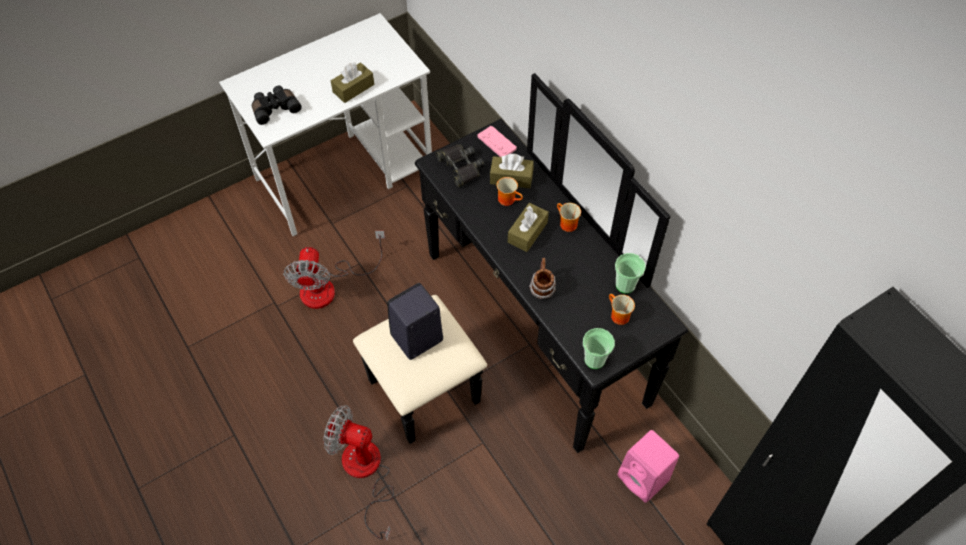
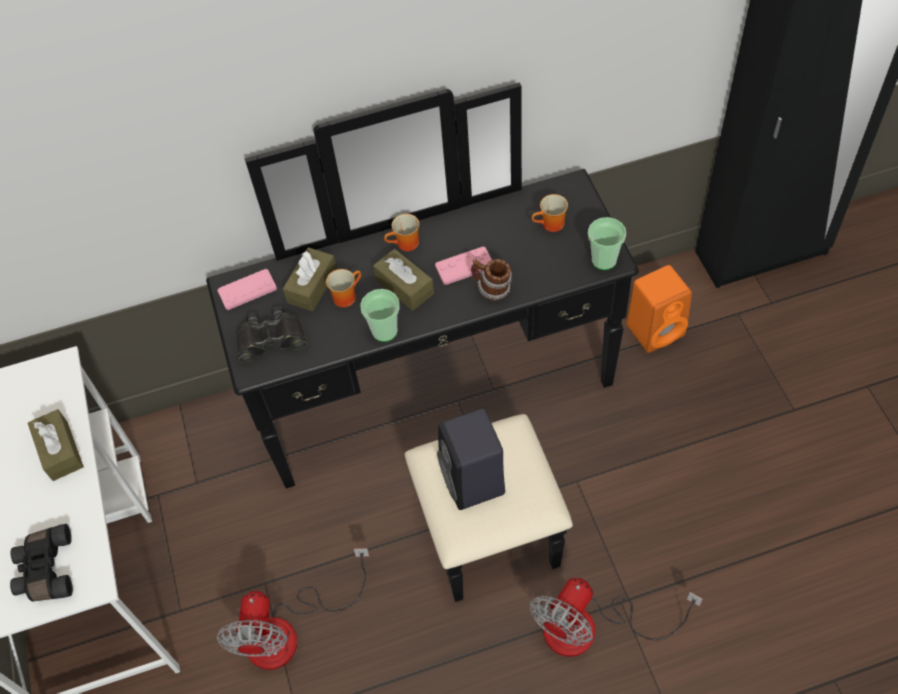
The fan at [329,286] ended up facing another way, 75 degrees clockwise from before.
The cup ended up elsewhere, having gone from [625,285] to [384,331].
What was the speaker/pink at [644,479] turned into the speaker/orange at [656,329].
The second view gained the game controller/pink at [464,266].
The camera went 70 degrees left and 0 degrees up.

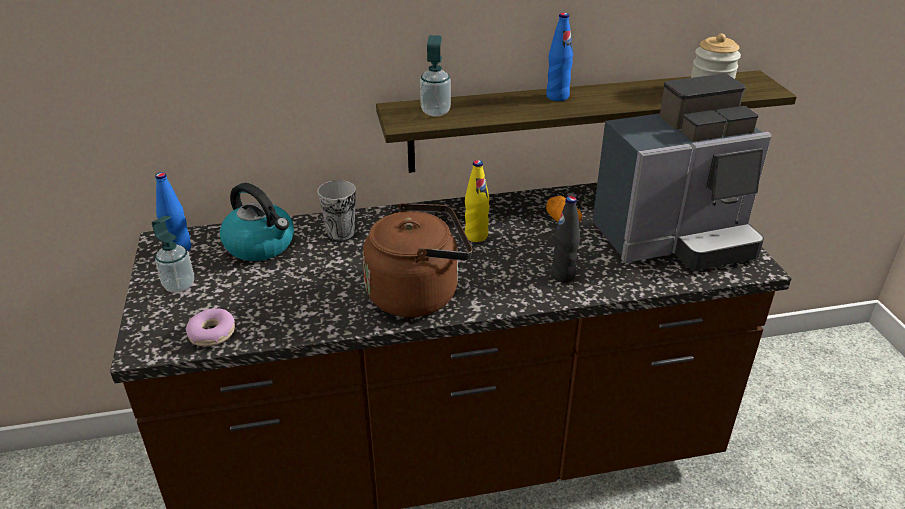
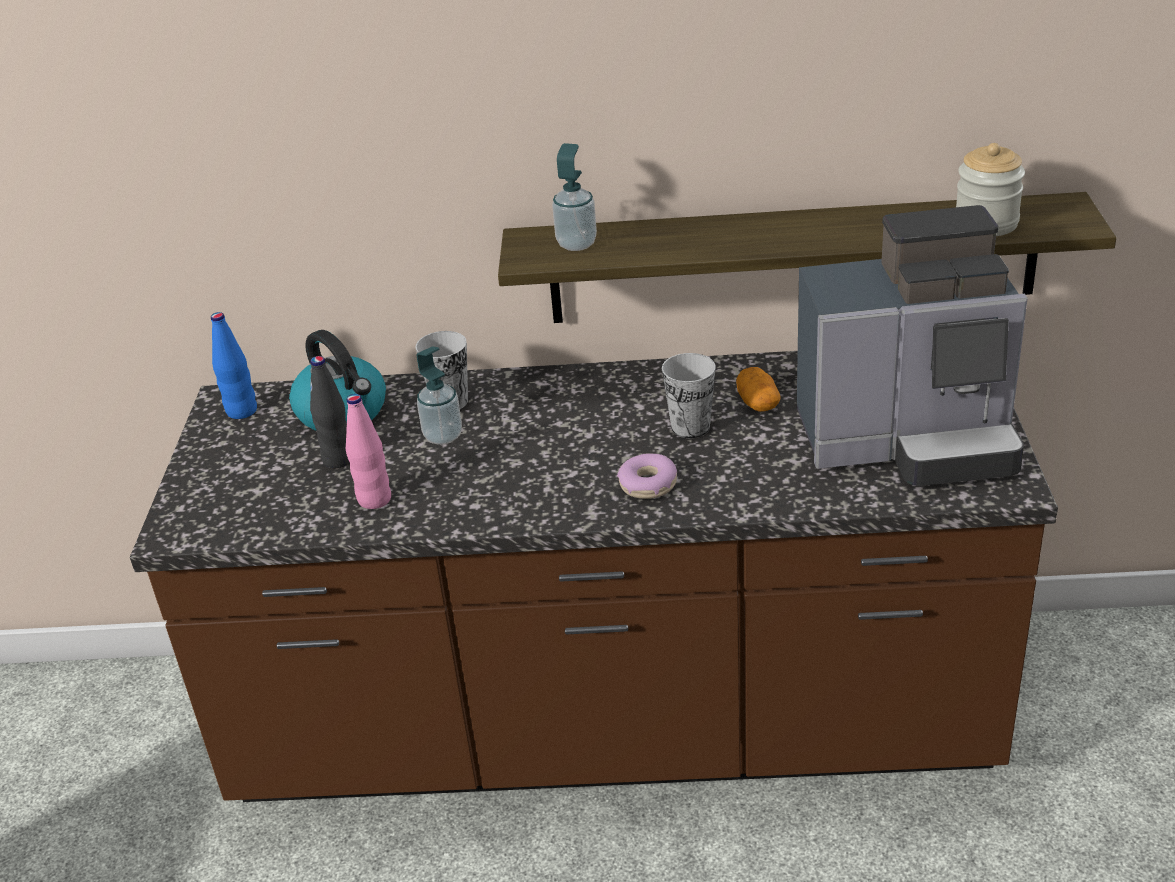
The second view lost the bottle/blue at [557,97].
The second view lost the bottle/yellow at [476,236].
The bottle/black ended up elsewhere, having gone from [563,275] to [338,459].
The second view lost the kettle/brown at [418,293].
The soap dispenser ended up elsewhere, having gone from [179,285] to [443,436].
The donut ended up elsewhere, having gone from [212,334] to [648,485].
The second view gained the cup at [690,427].
The second view gained the bottle/pink at [374,499].
The camera went 15 degrees right and 0 degrees up.

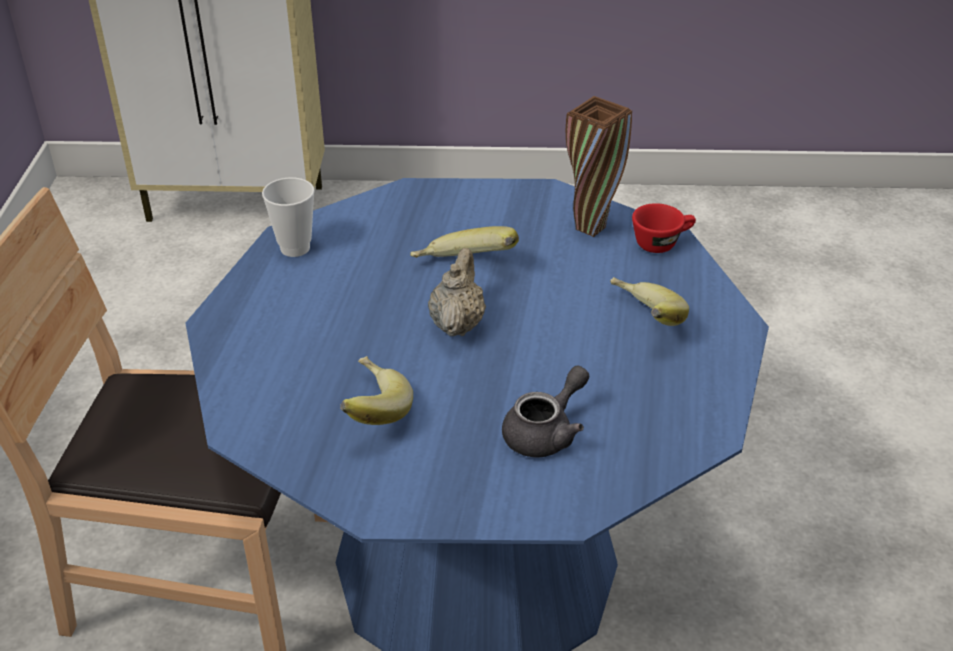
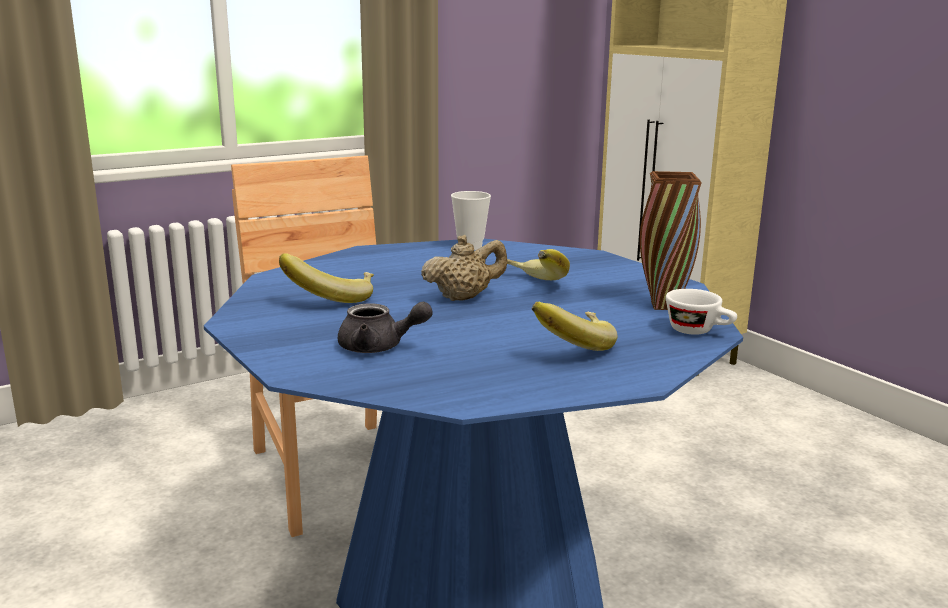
What was the cup/red at [662,243] turned into the cup/white at [699,331].
The camera went 55 degrees right and 20 degrees down.

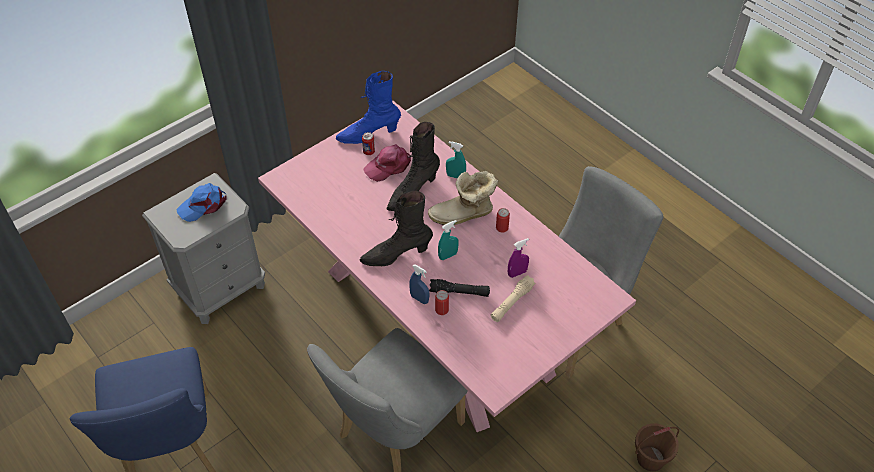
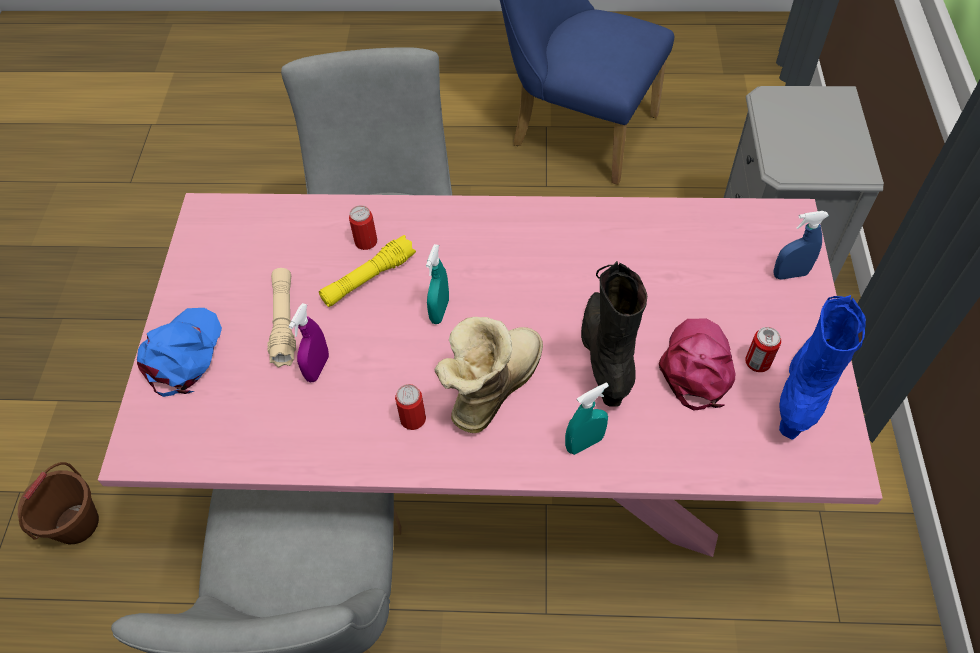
The cap/blue ended up elsewhere, having gone from [203,205] to [183,354].
The second view lost the boot/black at [396,255].
The spray bottle/blue ended up elsewhere, having gone from [419,299] to [790,274].
What was the flashlight/black at [459,292] turned into the flashlight/yellow at [368,279].
The camera went 135 degrees right and 5 degrees up.

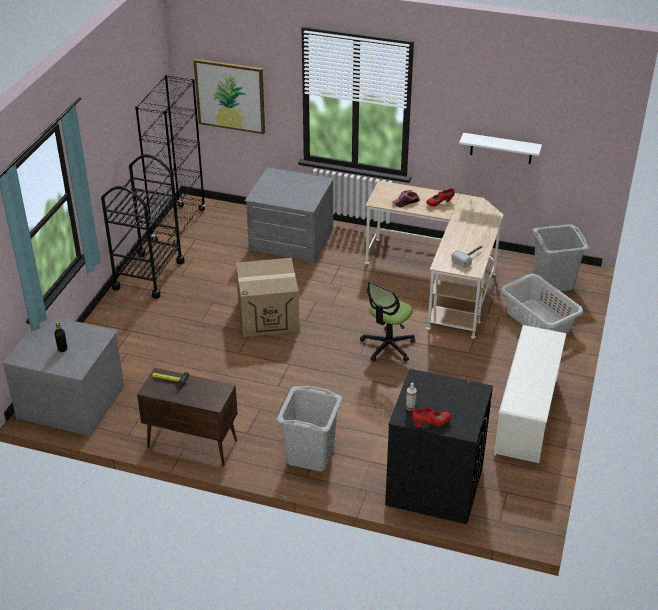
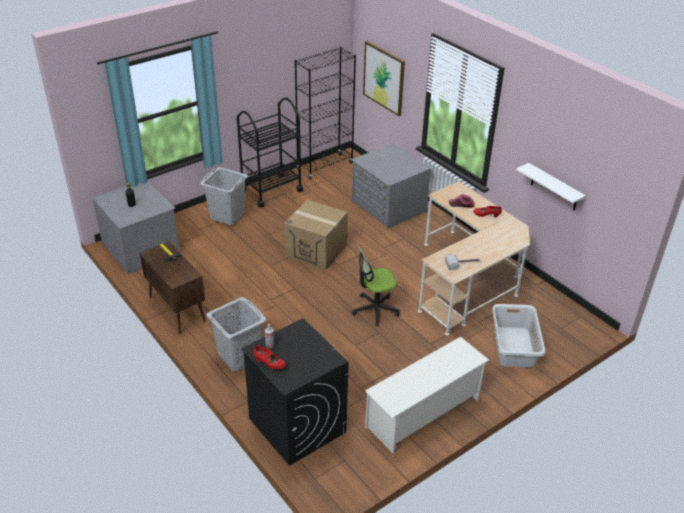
The laundry basket/grey ended up elsewhere, having gone from [552,282] to [227,215].
The camera went 35 degrees right and 0 degrees up.

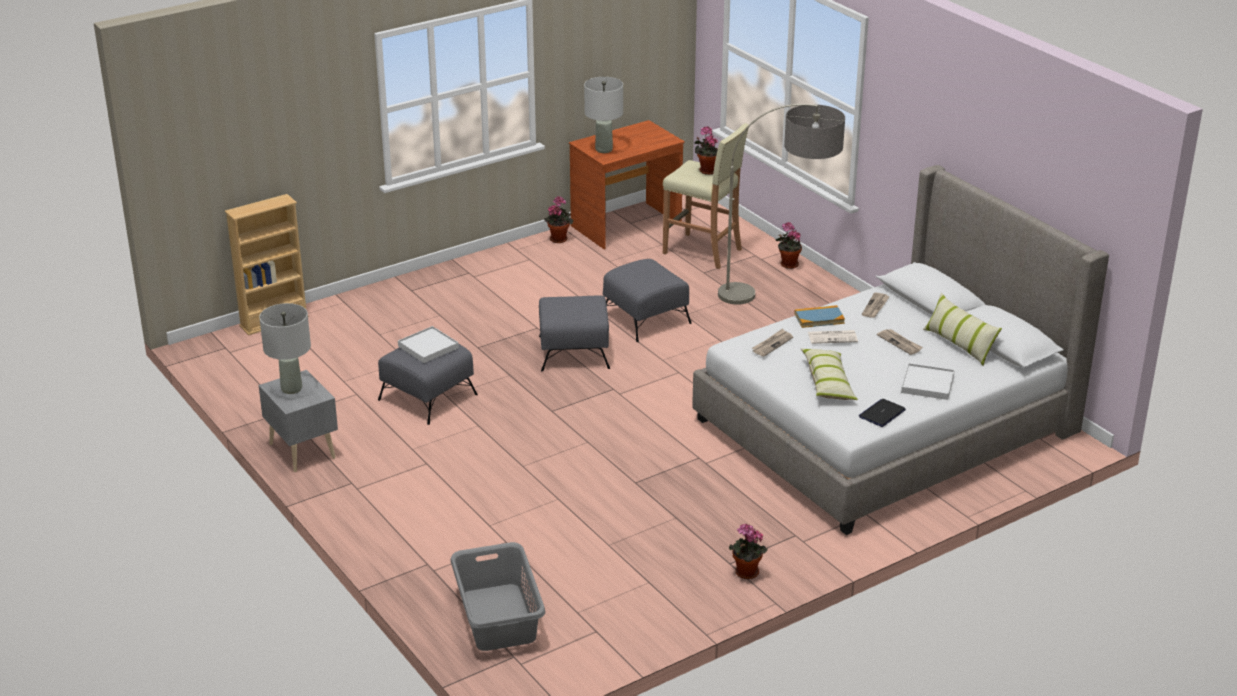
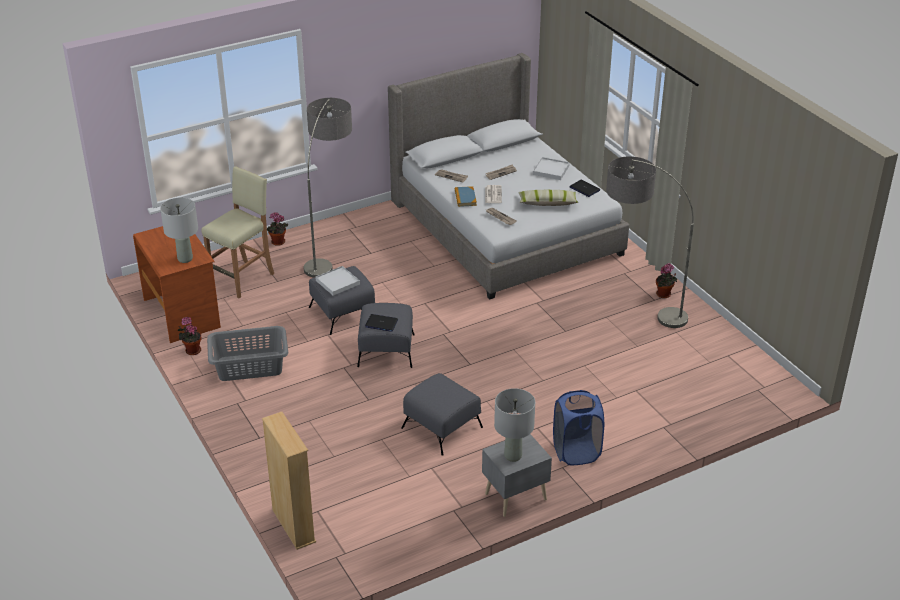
The second view lost the potted plant at [706,170].
The second view lost the pillow at [959,344].
The tray/white ended up elsewhere, having gone from [428,347] to [337,282].
The laundry basket/grey ended up elsewhere, having gone from [499,617] to [249,366].
The second view gained the floor lamp at [636,311].
The second view gained the laptop at [381,323].
The second view gained the laundry basket/blue at [576,452].
The camera went 85 degrees left and 5 degrees up.

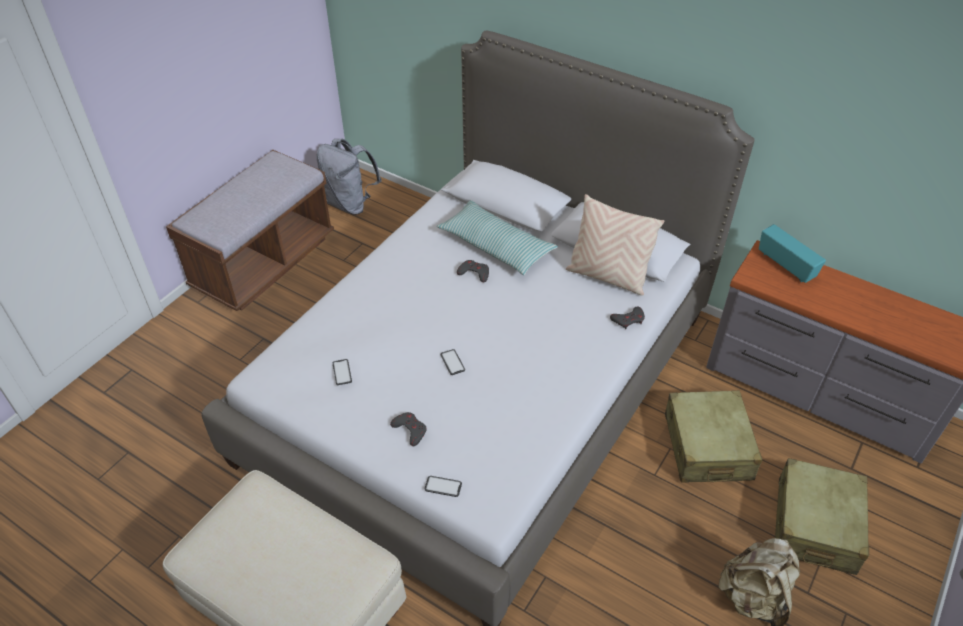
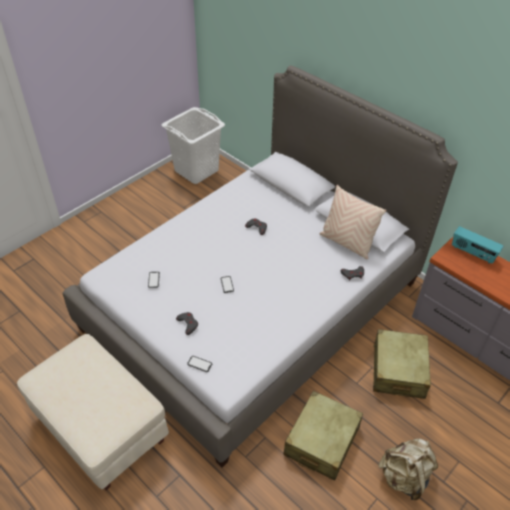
Where the backpack/grey stood at [350,204], the laundry basket/white came to stand at [197,170].
The second view lost the bench/brown at [264,262].
The second view lost the pillow at [496,246].
The radio at [786,265] ended up facing another way, 150 degrees clockwise from before.
The suitcase/beige ended up elsewhere, having gone from [815,525] to [321,441].
The camera went 10 degrees right and 0 degrees up.

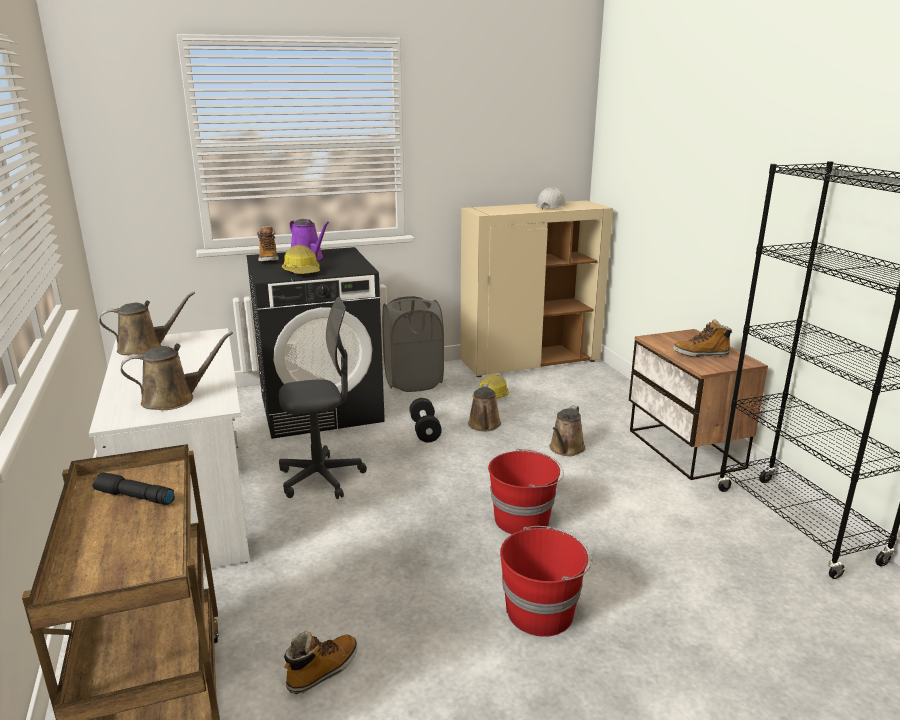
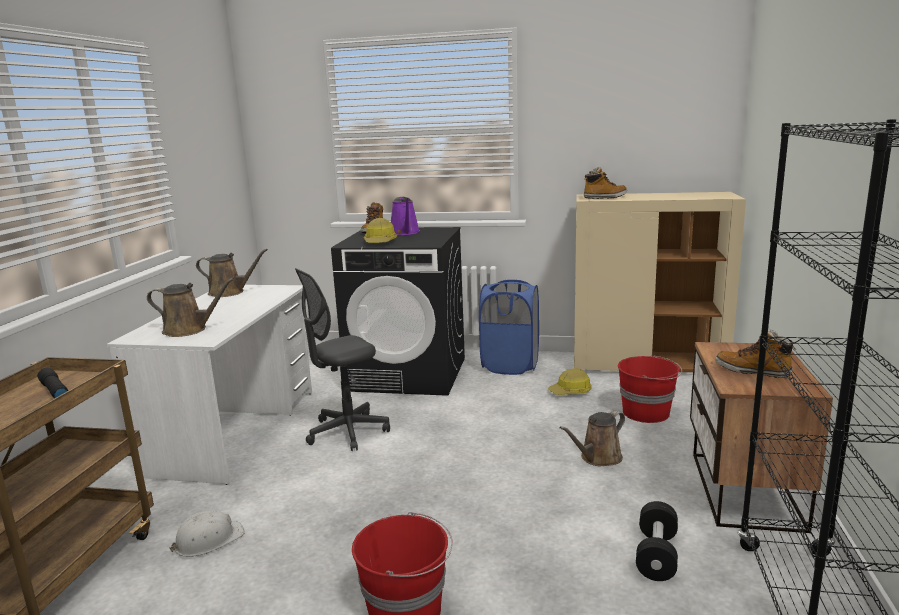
The hard hat/white ended up elsewhere, having gone from [551,206] to [208,540].
What was the laundry basket/grey at [413,382] turned into the laundry basket/blue at [510,365].
The office chair/grey at [321,478] ended up facing another way, 135 degrees clockwise from before.
The second view lost the watering can/brown at [484,425].
The dumbbell/black ended up elsewhere, having gone from [425,430] to [656,555].
The bucket/red ended up elsewhere, having gone from [523,519] to [647,412].
The boot ended up elsewhere, having gone from [322,670] to [605,197].
The camera went 30 degrees right and 5 degrees down.

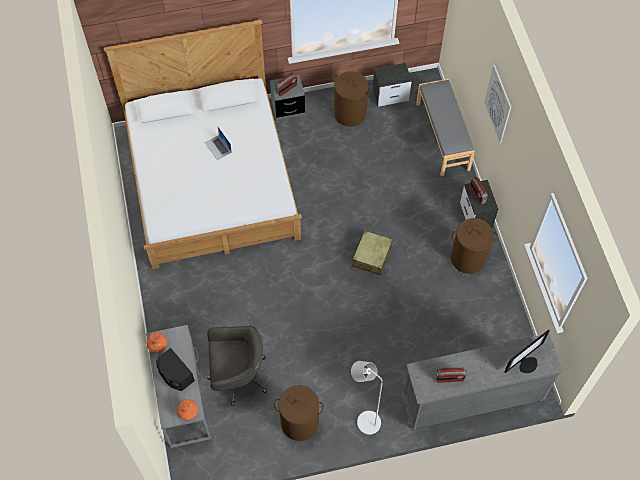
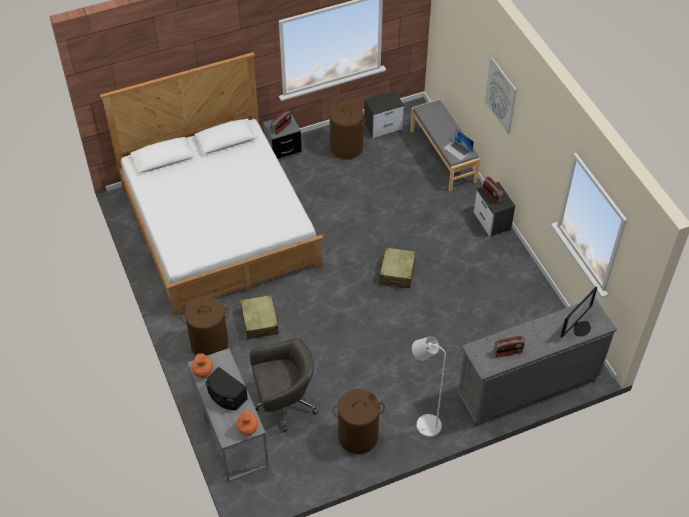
The laptop ended up elsewhere, having gone from [218,147] to [458,150].
The laundry basket/brown ended up elsewhere, having gone from [468,258] to [209,344].
The second view gained the suitcase/beige at [259,321].
The camera went 10 degrees left and 10 degrees down.

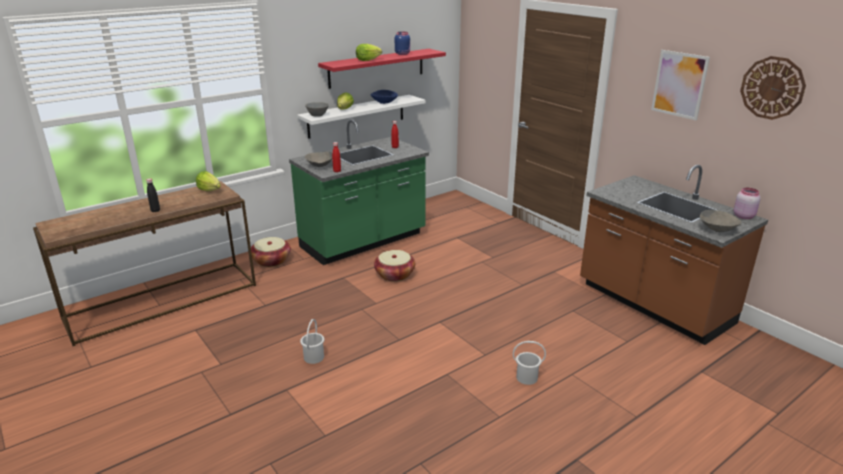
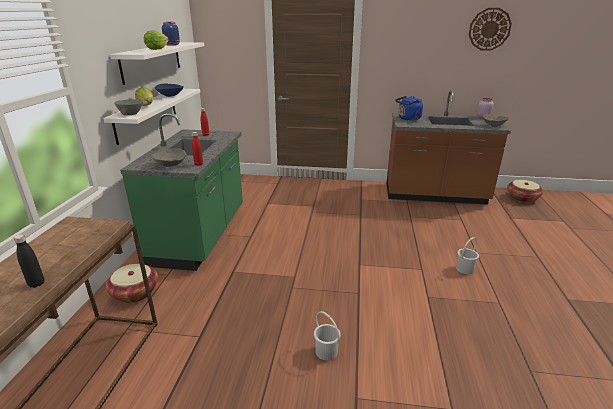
What was the shelf/red at [377,68] turned into the shelf/white at [152,61].
The second view lost the picture at [679,84].
The second view lost the lettuce at [209,190].
The basket ended up elsewhere, having gone from [395,275] to [522,198].
The second view gained the kettle/blue at [408,119].
The camera went 45 degrees left and 0 degrees up.

